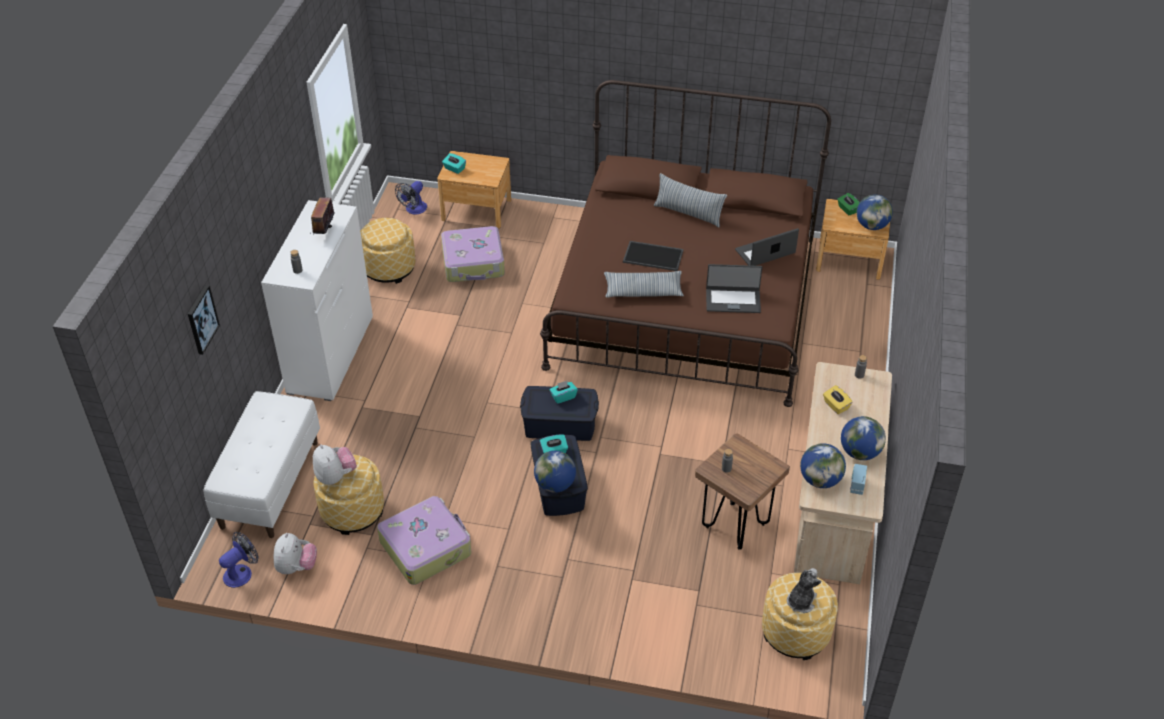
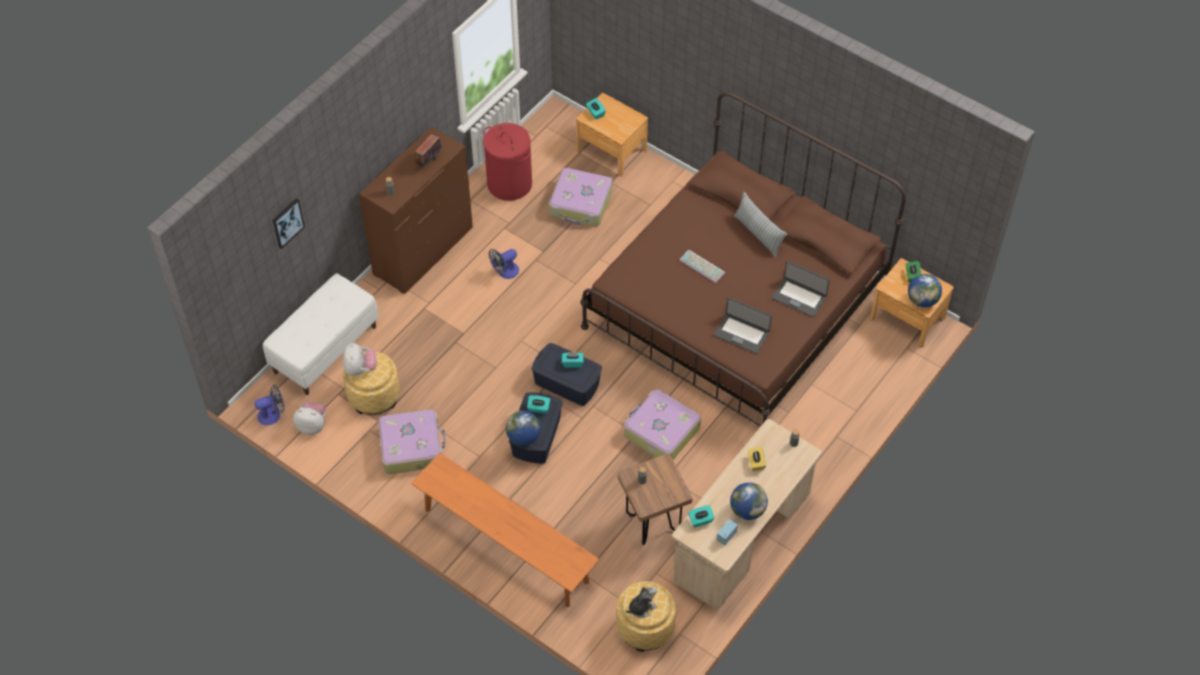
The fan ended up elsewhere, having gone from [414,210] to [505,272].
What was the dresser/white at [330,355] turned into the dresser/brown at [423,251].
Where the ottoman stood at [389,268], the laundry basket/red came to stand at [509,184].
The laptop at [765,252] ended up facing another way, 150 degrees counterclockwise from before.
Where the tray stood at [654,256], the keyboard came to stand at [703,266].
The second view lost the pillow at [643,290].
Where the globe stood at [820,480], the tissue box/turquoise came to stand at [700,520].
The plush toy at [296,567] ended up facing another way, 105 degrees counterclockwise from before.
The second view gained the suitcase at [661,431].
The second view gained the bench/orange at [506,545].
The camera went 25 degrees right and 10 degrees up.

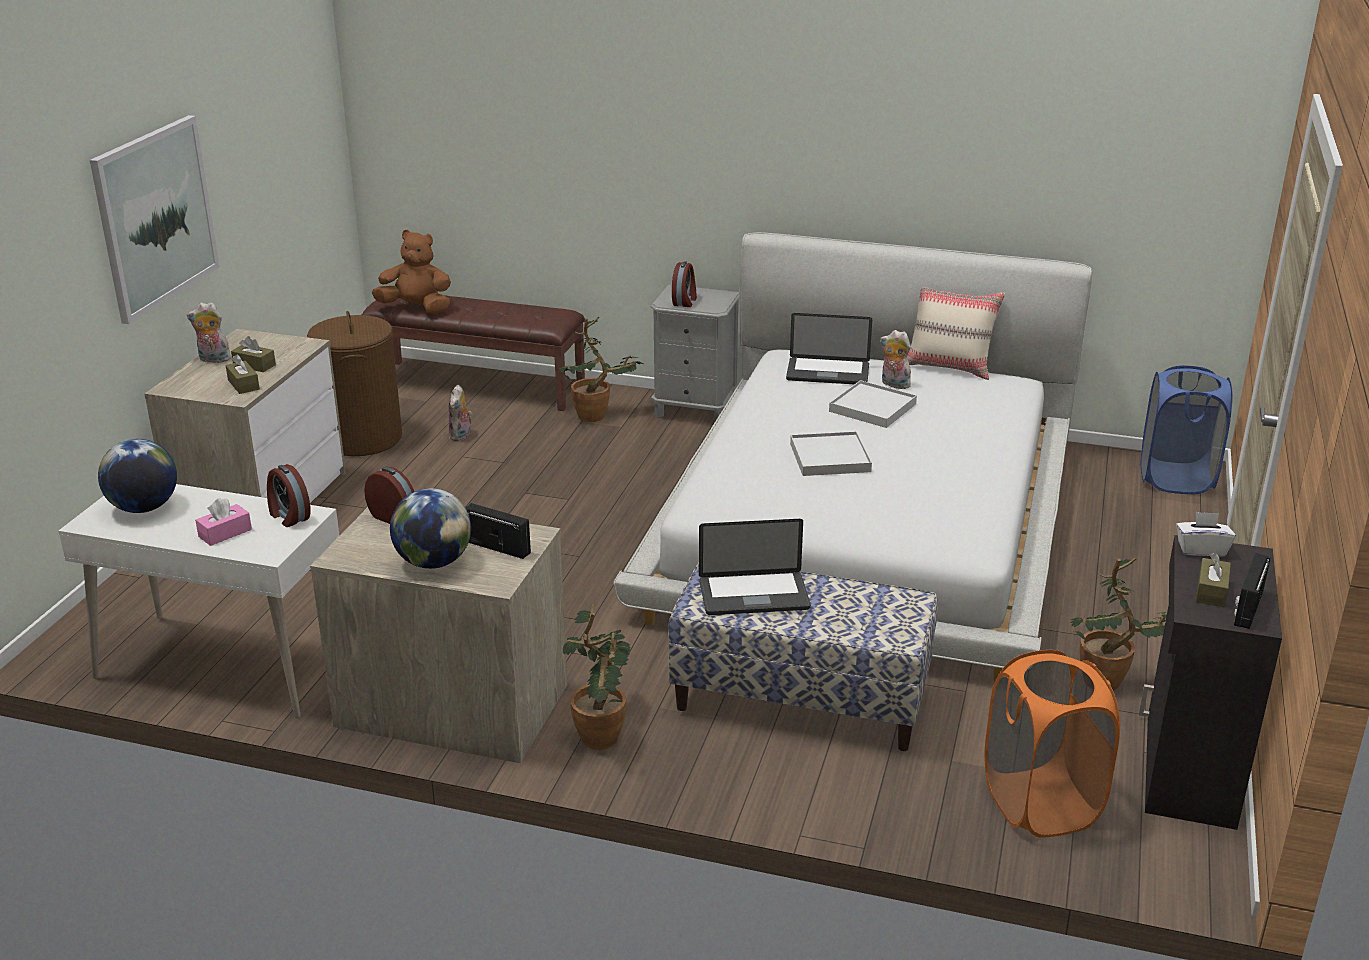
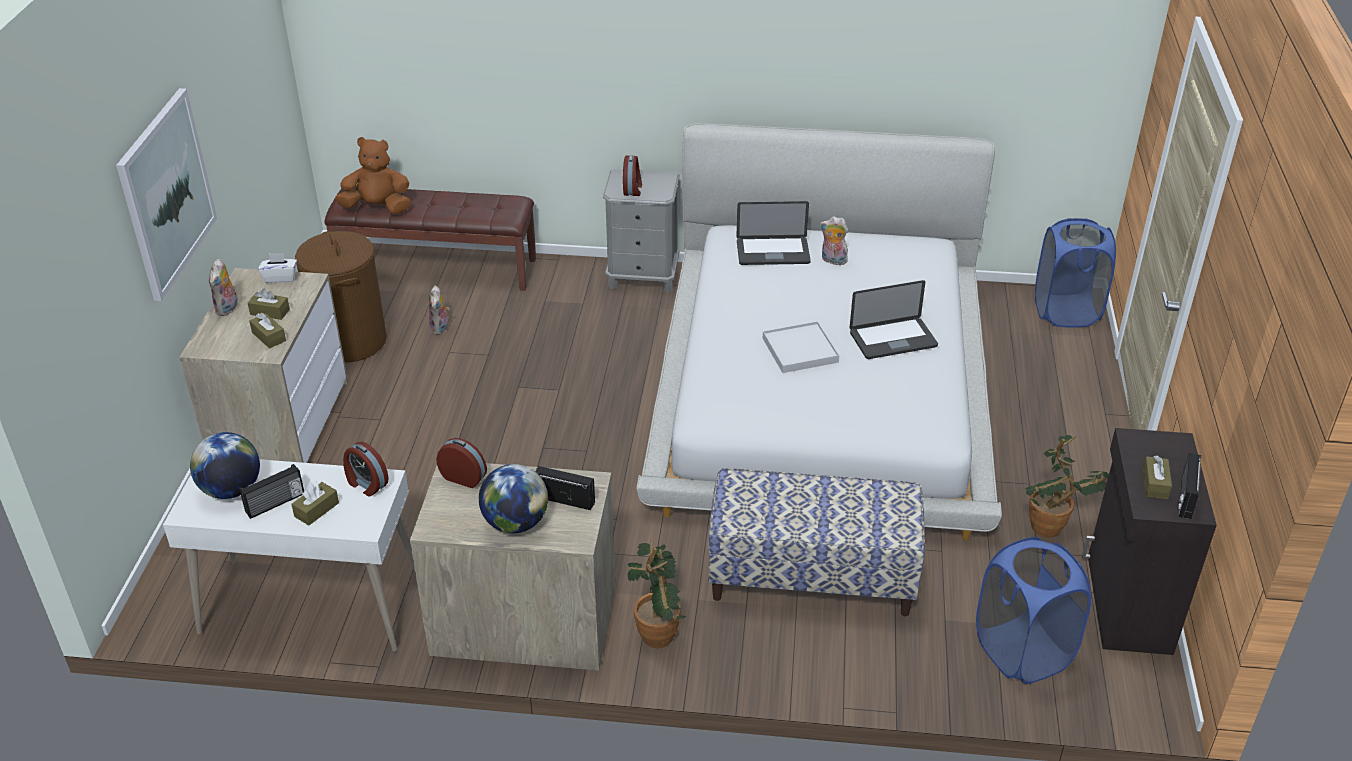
The second view lost the pillow/beige at [949,367].
The plush toy at [213,359] ended up facing another way, 75 degrees counterclockwise from before.
The second view lost the potted plant at [598,416].
The second view lost the tray/white at [873,408].
What was the tissue box/pink at [225,533] turned into the tissue box/brown at [316,510].
The tissue box/white ended up elsewhere, having gone from [1201,549] to [280,277].
The laptop ended up elsewhere, having gone from [754,595] to [893,340].
What was the laundry basket/orange at [1040,803] turned into the laundry basket/blue at [1022,651].
The second view gained the radio at [275,504].
The camera went 10 degrees left and 10 degrees up.

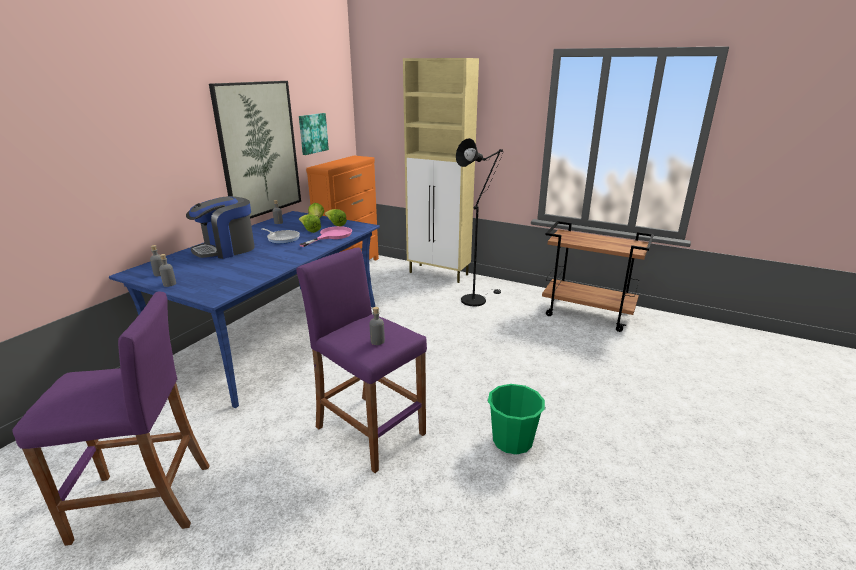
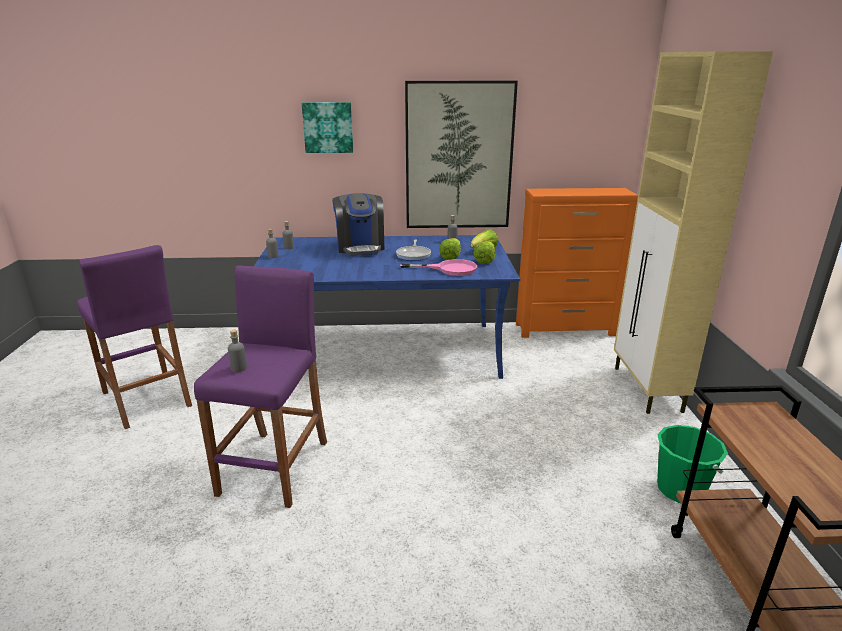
The picture ended up elsewhere, having gone from [312,133] to [328,127].
The second view lost the floor lamp/black at [476,299].
The coffee machine at [226,249] ended up facing another way, 120 degrees counterclockwise from before.
The bucket/green ended up elsewhere, having gone from [512,441] to [680,490].
The camera went 60 degrees right and 0 degrees up.

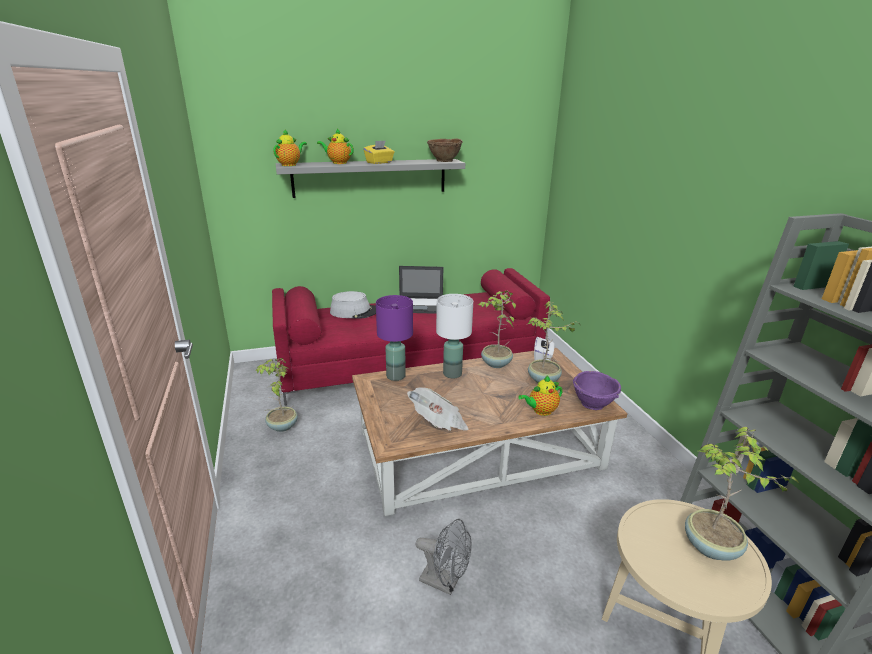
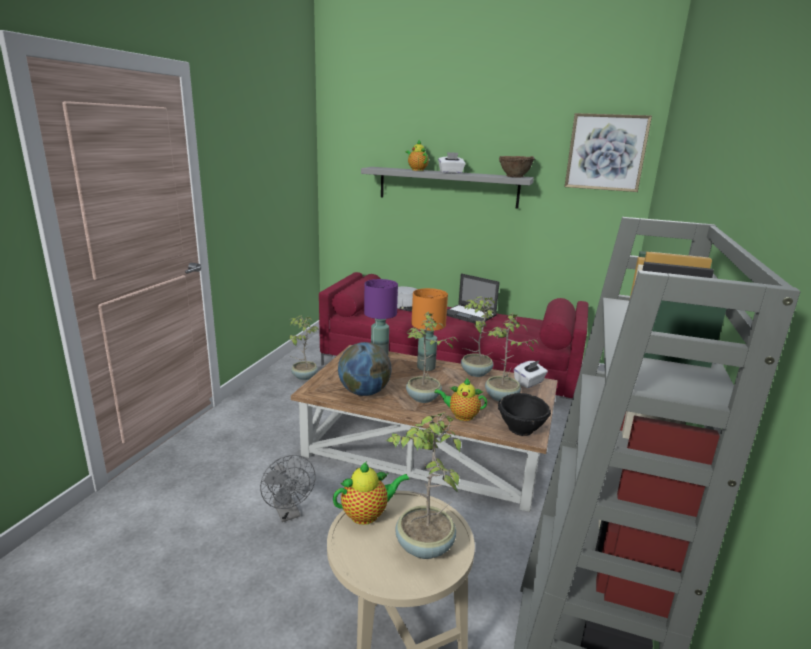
The teapot ended up elsewhere, having gone from [290,165] to [367,514].
What was the tissue box/yellow at [379,162] turned into the tissue box/white at [451,172].
What was the table lamp/white at [452,373] turned into the table lamp/orange at [426,367].
What was the bowl/purple at [593,404] turned into the bowl/black at [521,430].
Where the newspaper stood at [438,423], the globe came to stand at [364,392].
The second view gained the picture at [606,152].
The second view gained the potted plant at [423,398].
The camera went 35 degrees right and 5 degrees down.

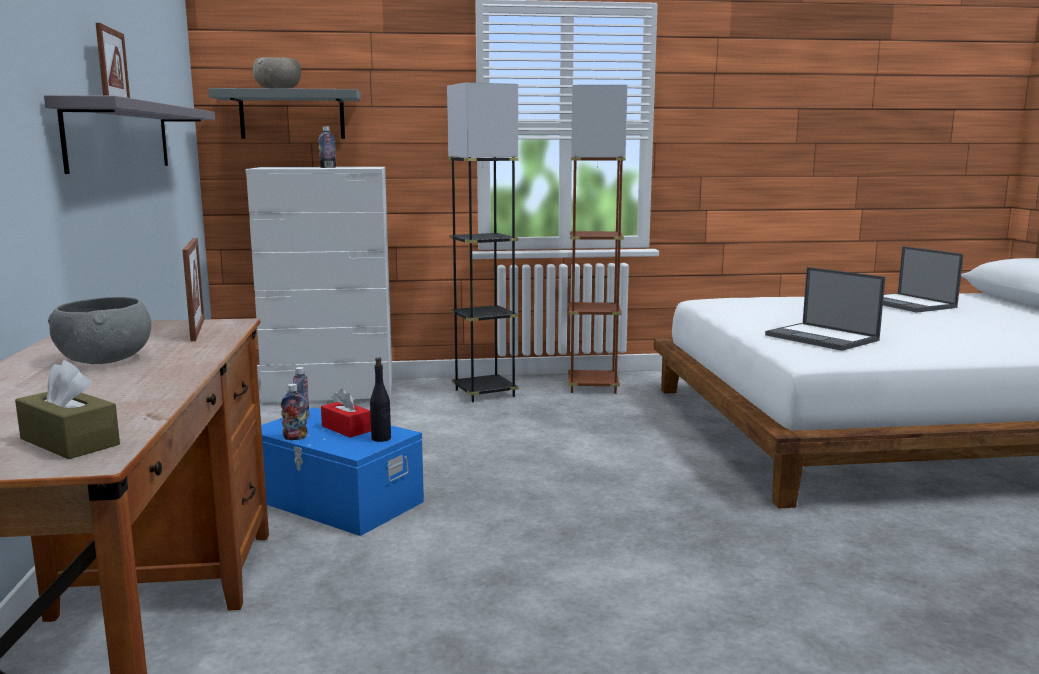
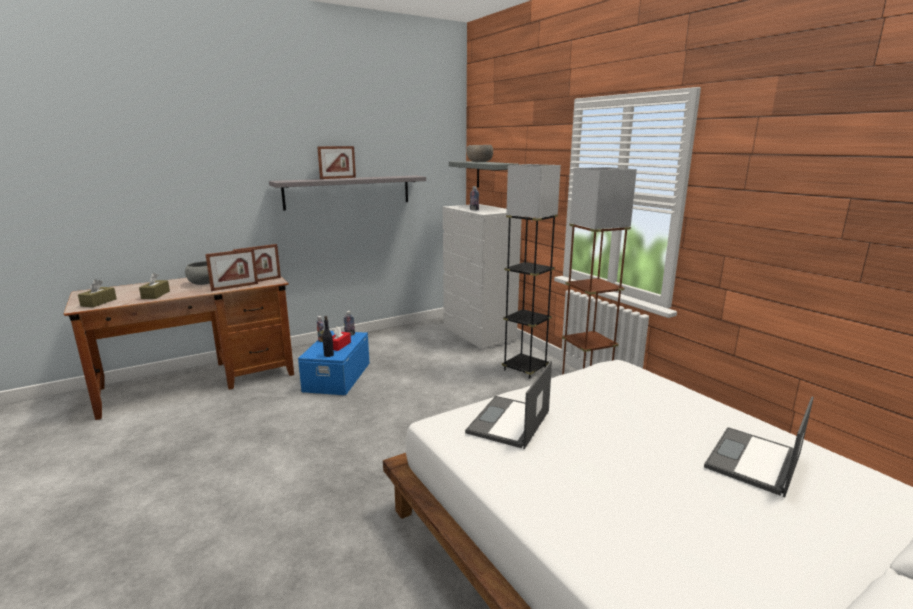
The second view gained the picture frame at [235,287].
The second view gained the tissue box/brown at [155,295].
The camera went 65 degrees right and 5 degrees up.

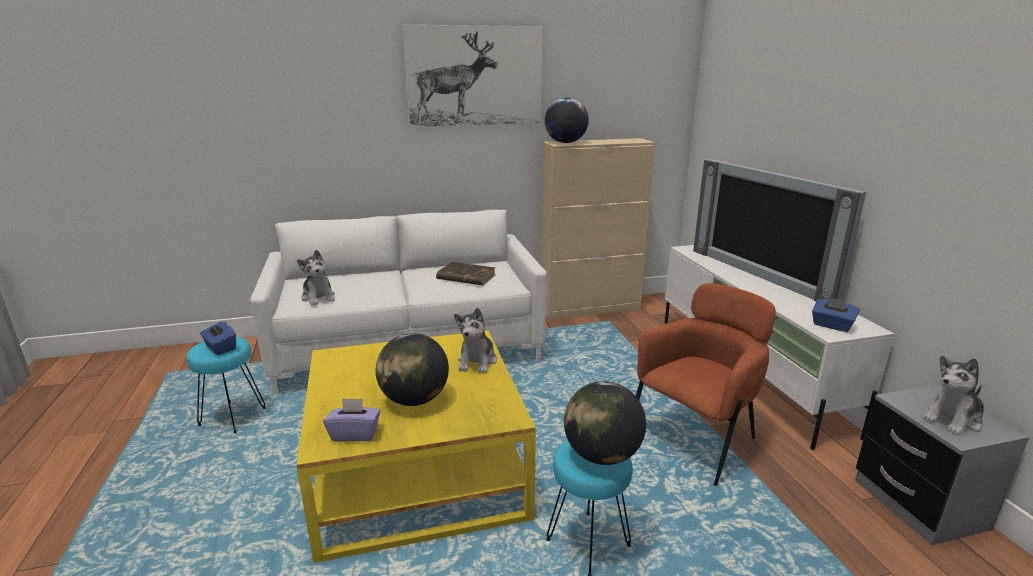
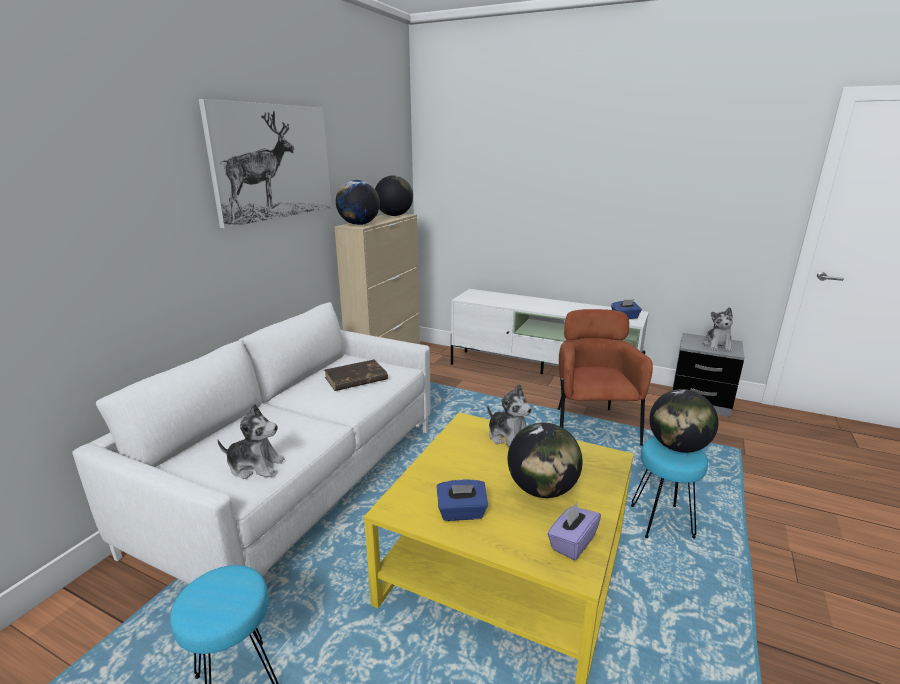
The second view lost the television at [762,274].
The tissue box/blue ended up elsewhere, having gone from [220,348] to [461,513].
The second view gained the globe at [394,215].
The camera went 50 degrees left and 0 degrees up.

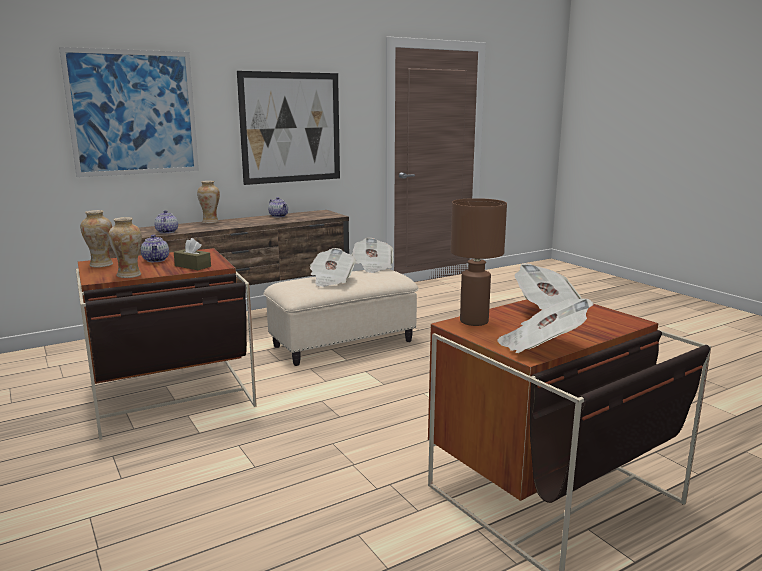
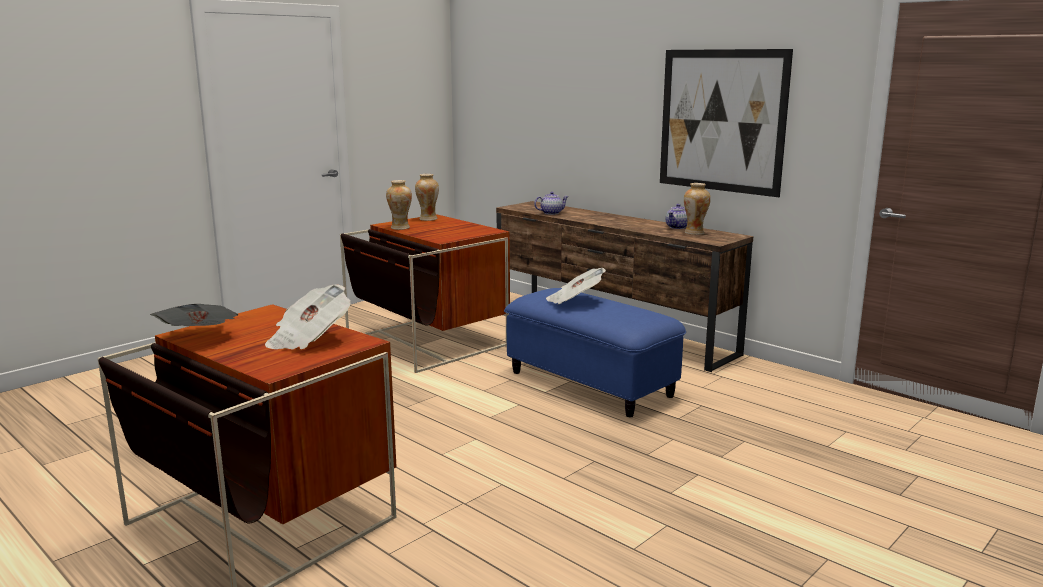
The second view lost the picture at [133,113].
The vase ended up elsewhere, having gone from [210,222] to [694,233].
The second view lost the table lamp/brown at [474,321].
The second view lost the teapot at [156,260].
The second view lost the tissue box/brown at [193,266].
The second view lost the newspaper at [373,267].
What was the ottoman/beige at [343,343] turned into the ottoman/blue at [591,384].
The camera went 75 degrees right and 0 degrees up.

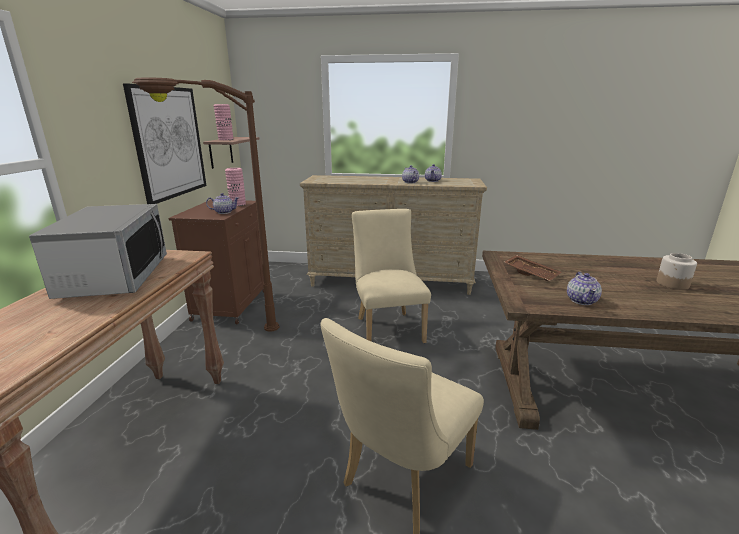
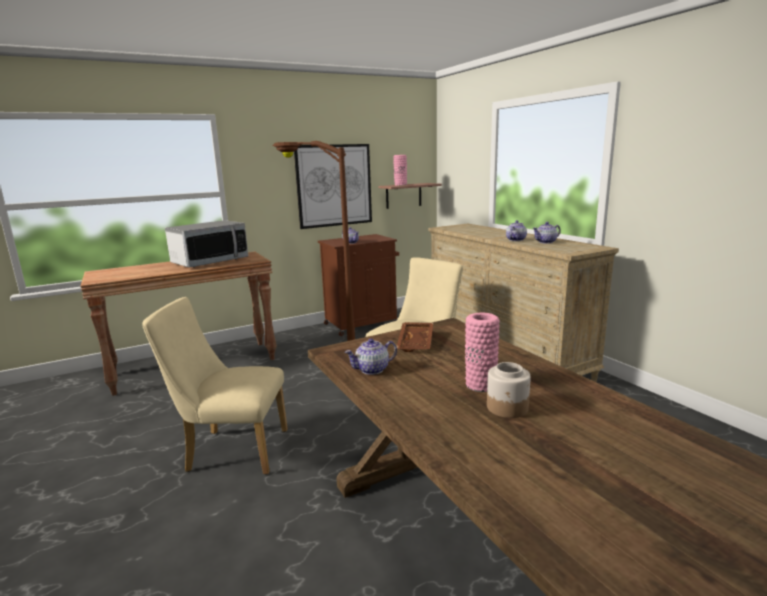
The vase/pink ended up elsewhere, having gone from [237,204] to [480,385].
The camera went 55 degrees right and 5 degrees down.

